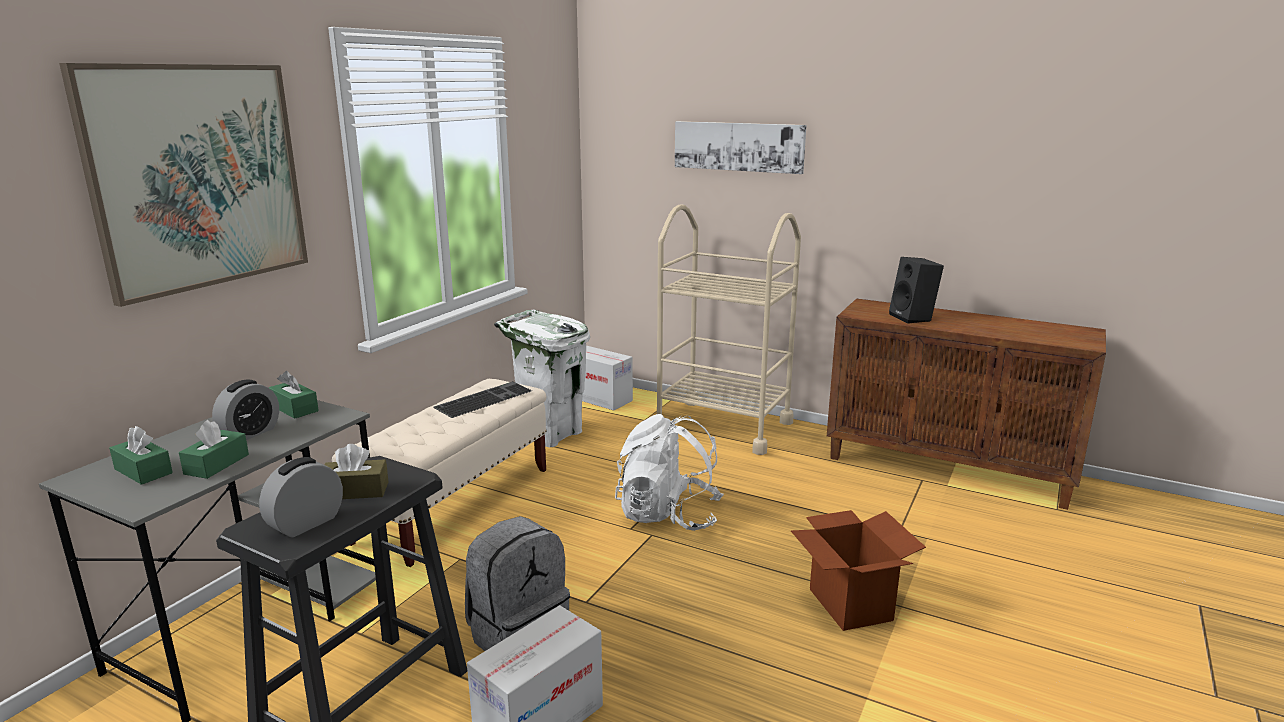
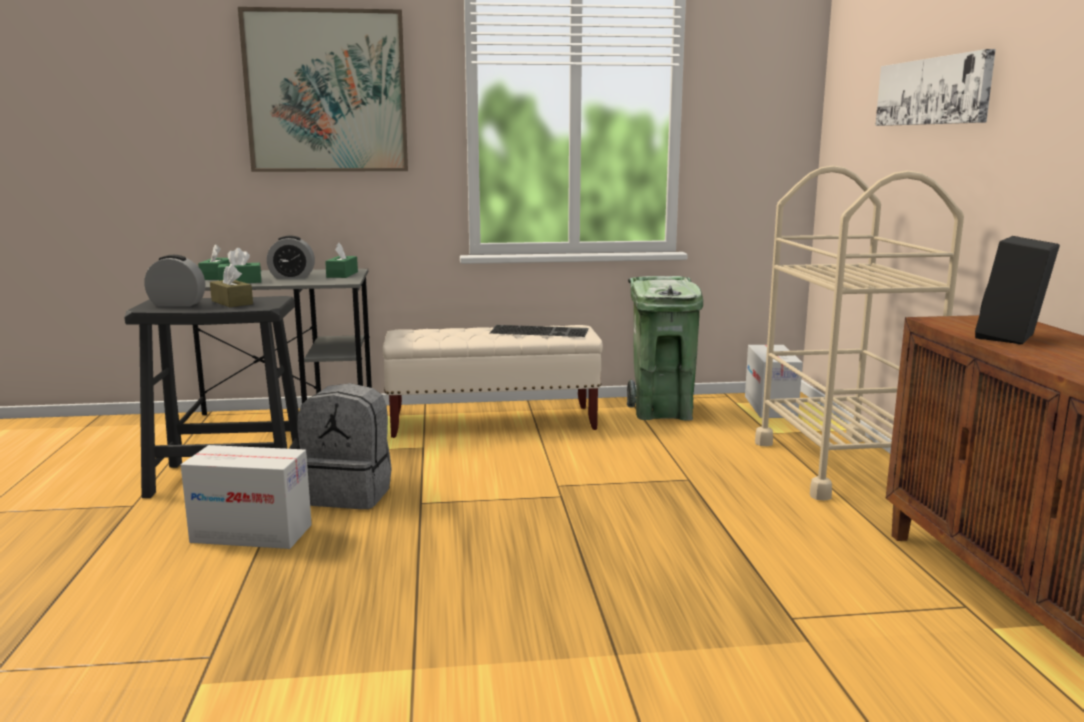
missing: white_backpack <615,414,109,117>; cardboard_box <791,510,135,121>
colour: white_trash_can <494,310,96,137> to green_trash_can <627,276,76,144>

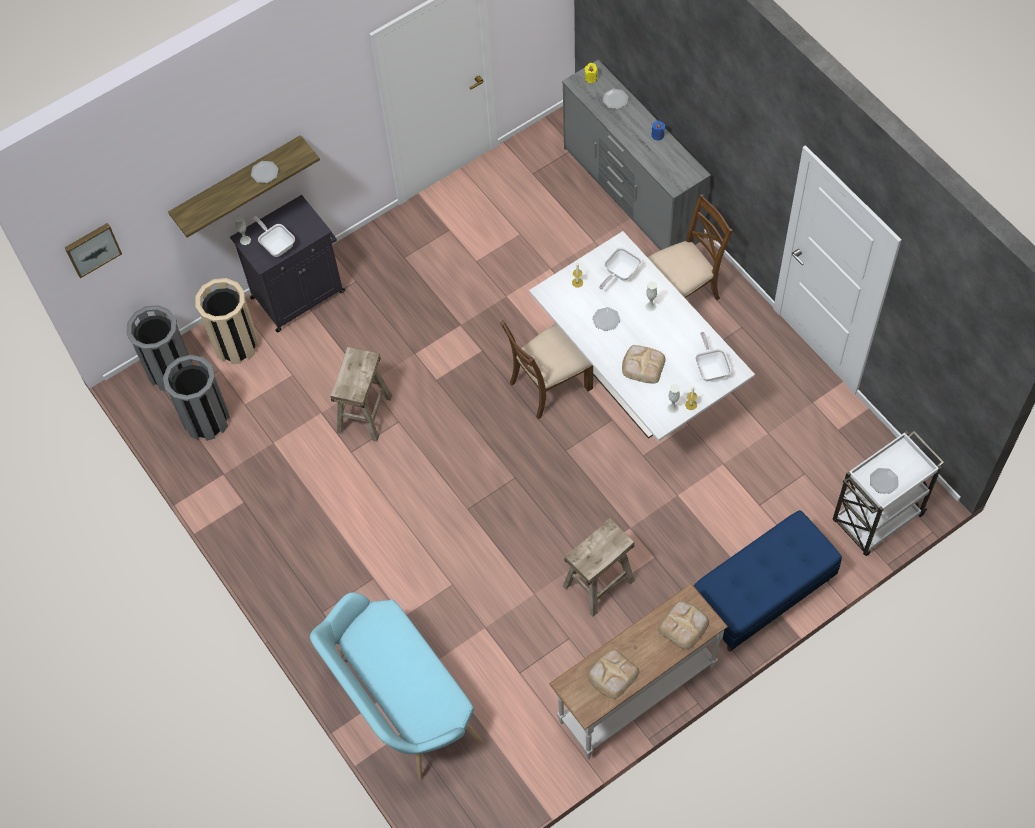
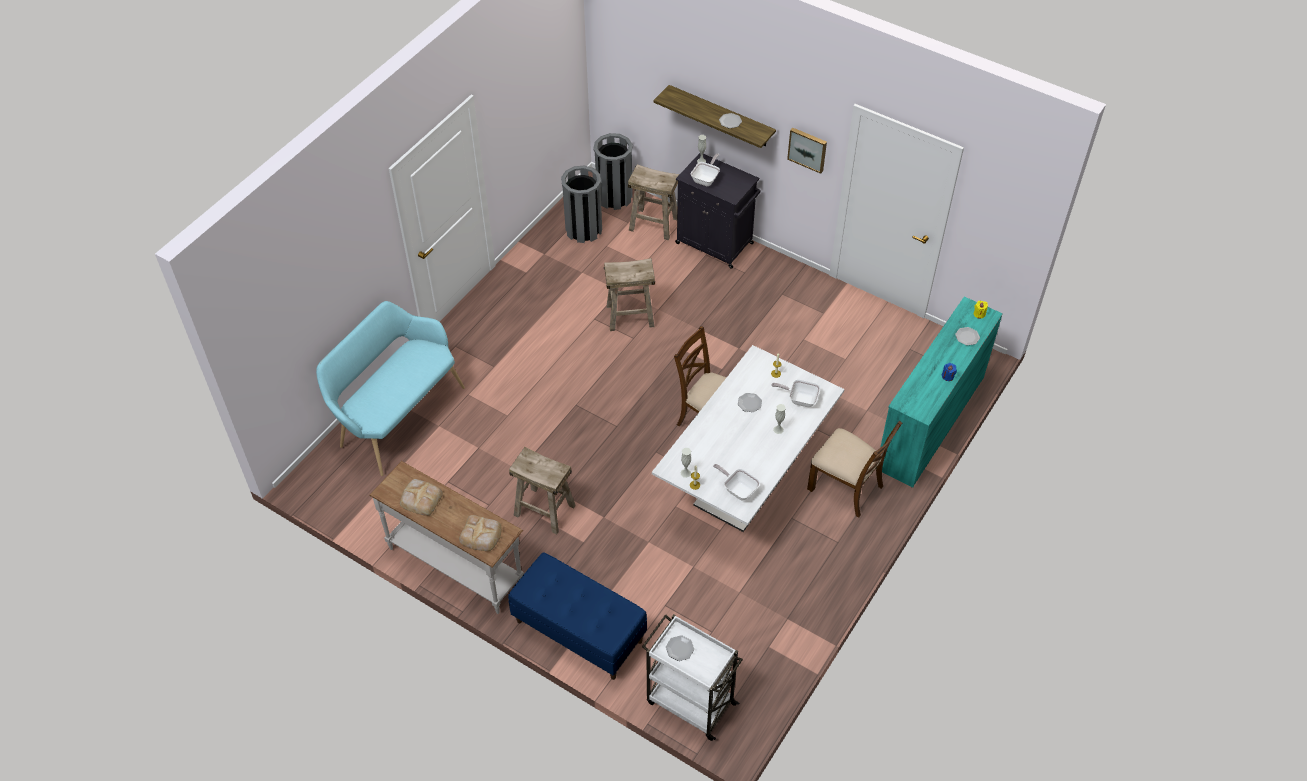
missing: bread <622,345,44,39>
relocated: picture <64,223,58,55> to <787,128,40,46>
exchanged: beige_trash_can <196,278,63,86> to beige_stool <628,164,51,76>
colour: grey_dresser <562,60,149,190> to turquoise_dresser <880,297,123,190>
spun: frying_pan <695,332,36,49> = <713,464,47,37> 105 degrees counterclockwise

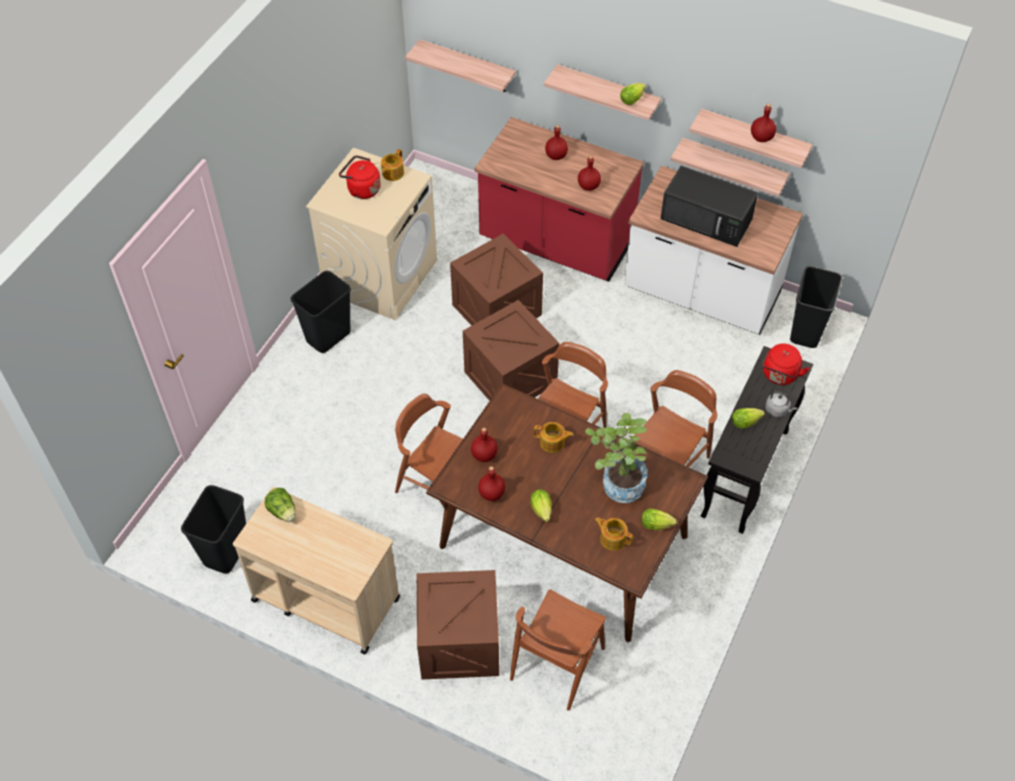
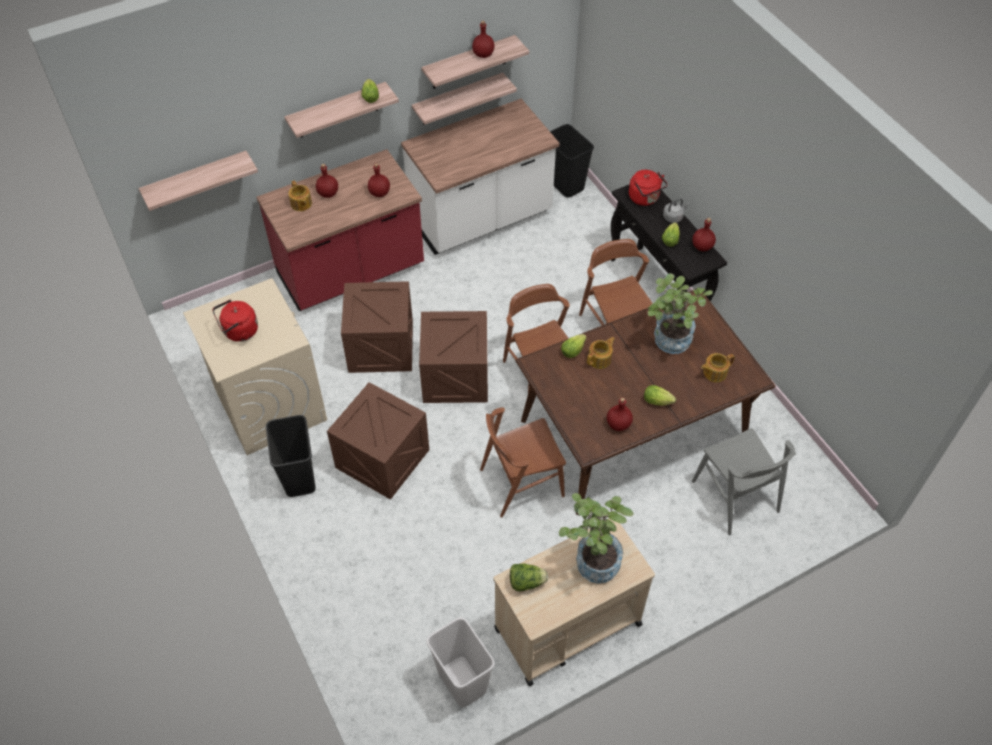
missing: black_microwave <661,166,97,81>
appeared: potted_plant <559,493,75,90>
relocated: teapot <381,149,23,32> to <288,180,24,31>; crate <417,570,82,110> to <327,382,102,118>; red_bottle <471,428,27,34> to <692,218,24,33>; lettuce <642,509,35,21> to <561,334,26,24>
colour: black_trash_can <181,485,65,88> to white_trash_can <427,617,68,90>; brown_chair <510,589,96,122> to grey_chair <692,428,104,107>

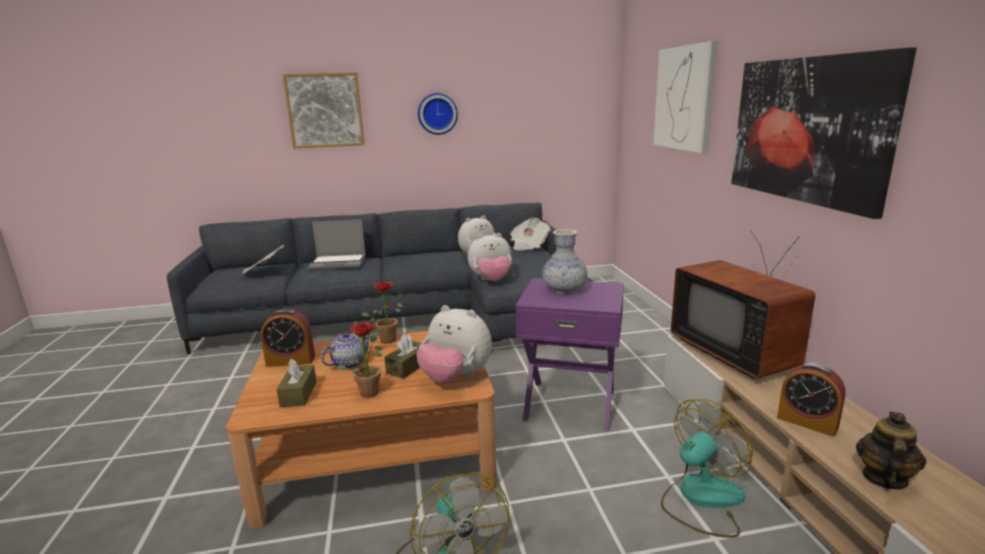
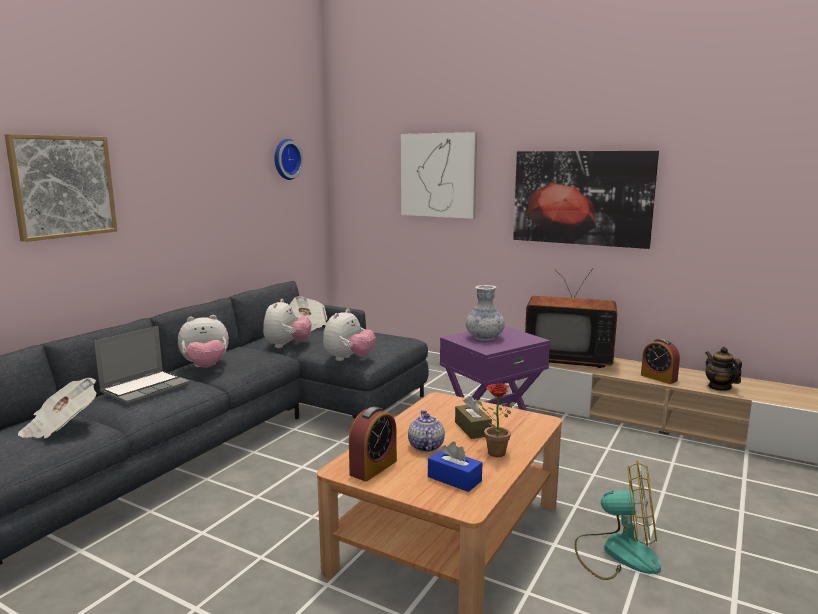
missing: potted_plant <361,282,42,62>; fan <661,399,92,139>
relocated: plush_toy <417,305,75,78> to <178,315,51,53>; wall_clock <418,93,40,42> to <274,139,29,41>
colour: brown_tissue_box <276,359,41,48> to blue_tissue_box <428,442,54,50>
spun: alarm_clock <777,363,68,74> = <641,338,39,46> 60 degrees clockwise

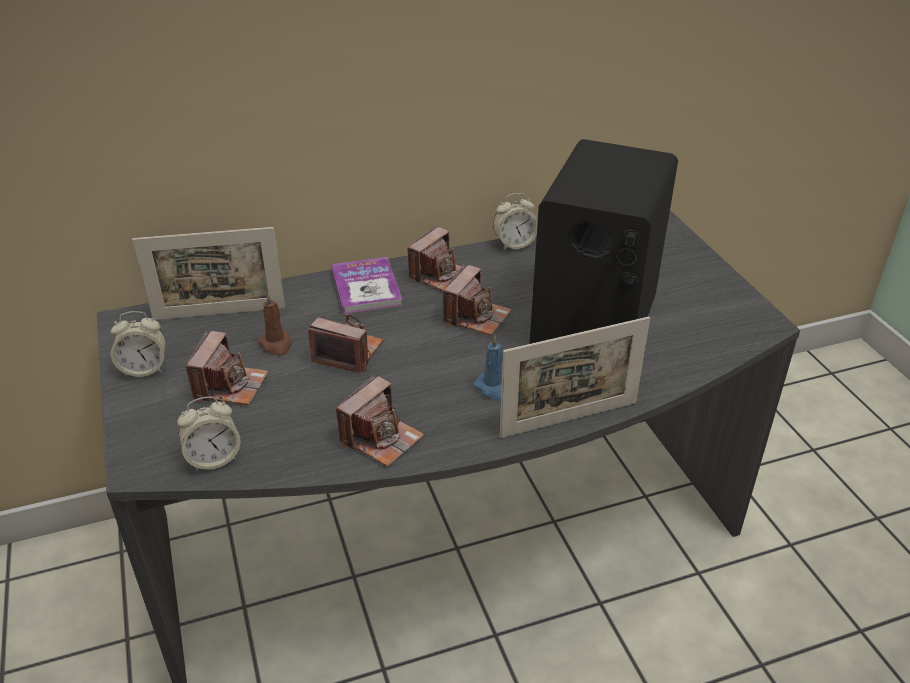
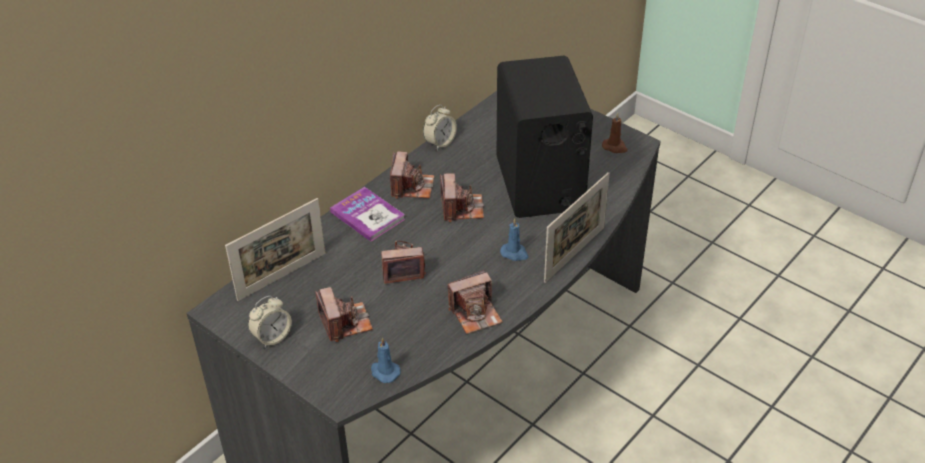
relocated: brown_candle <258,293,34,63> to <602,113,26,40>
exchanged: alarm_clock <177,397,64,74> to blue_candle <371,337,30,46>
spun: photo_camera <336,375,88,92> = <448,270,55,64> 60 degrees clockwise

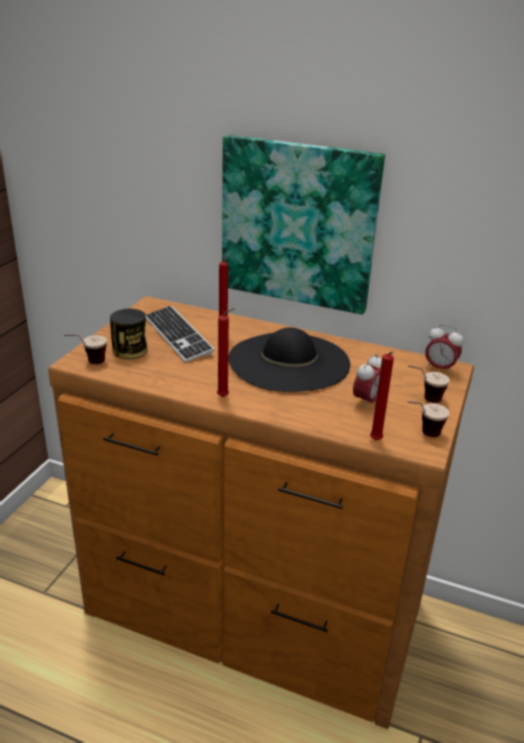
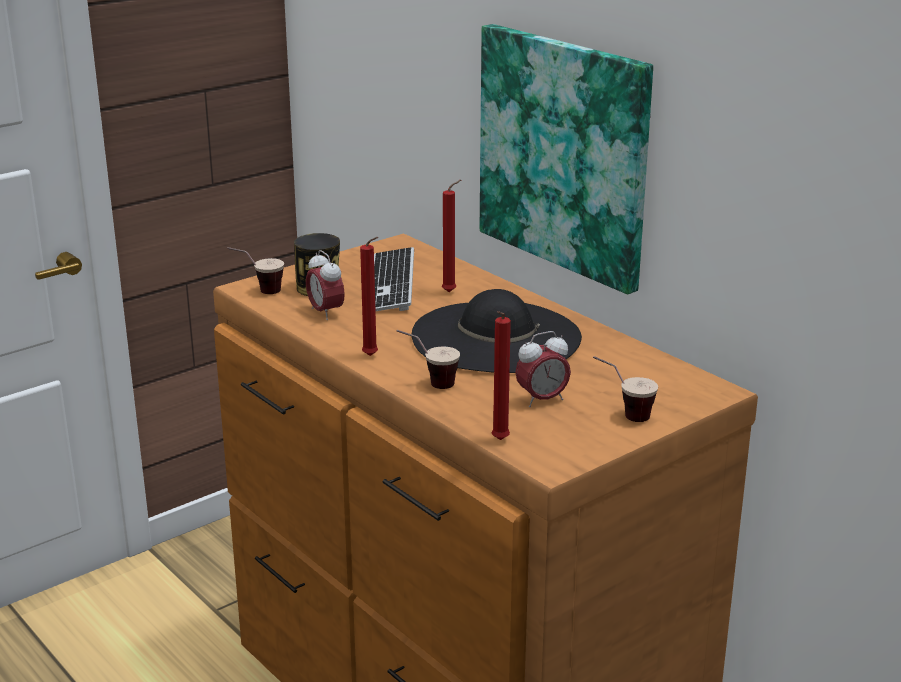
relocated: cup <407,401,42,36> to <397,330,63,59>; alarm_clock <425,324,38,51> to <306,250,39,70>

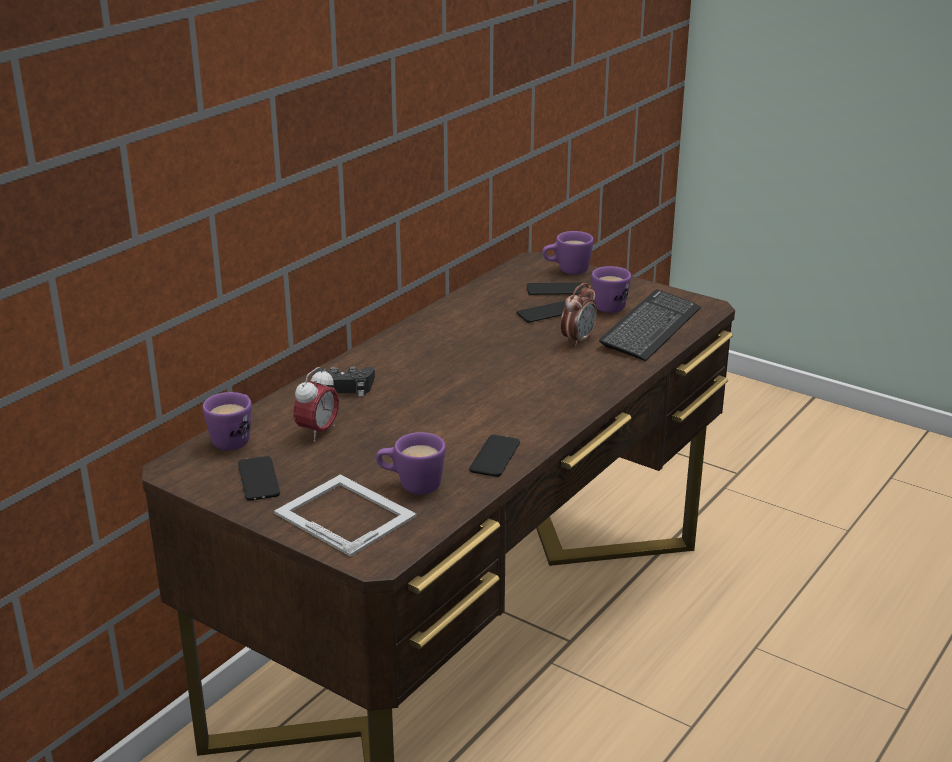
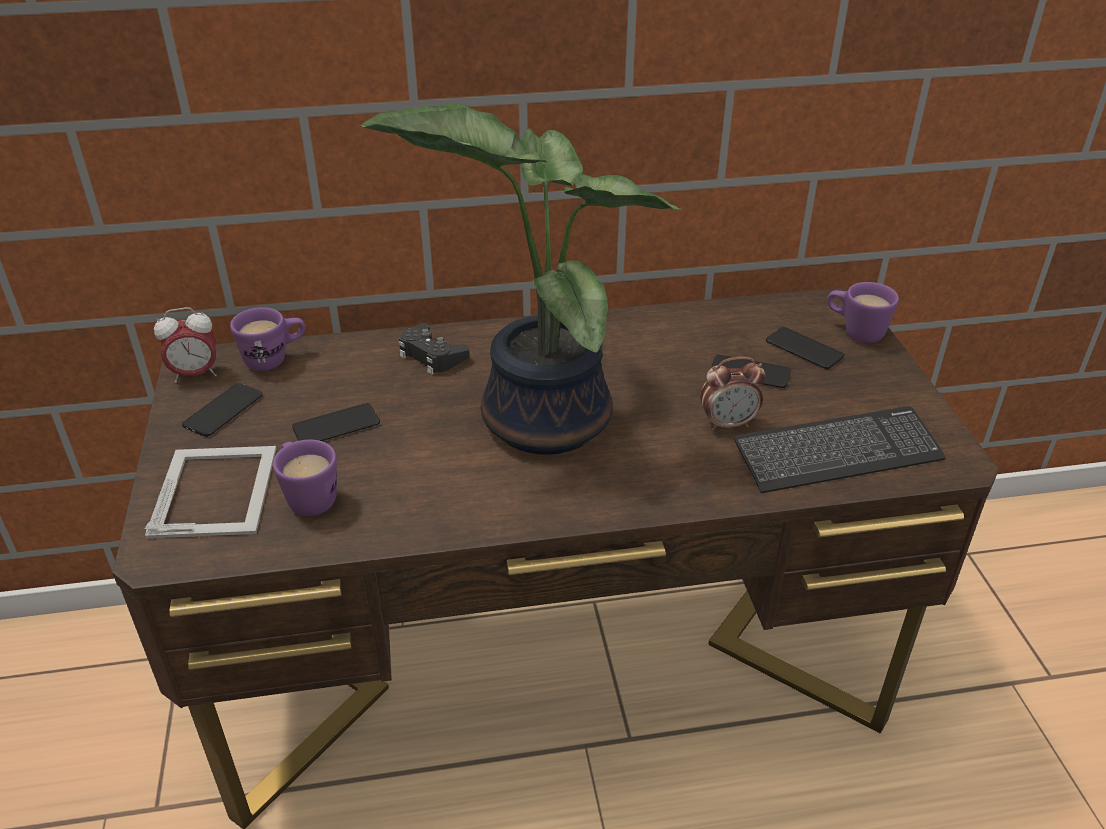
missing: purple_mug <592,266,39,47>
appeared: potted_plant <361,104,320,351>
relocated: alarm_clock <293,367,46,75> to <154,307,62,76>; phone <469,435,51,42> to <292,403,88,38>

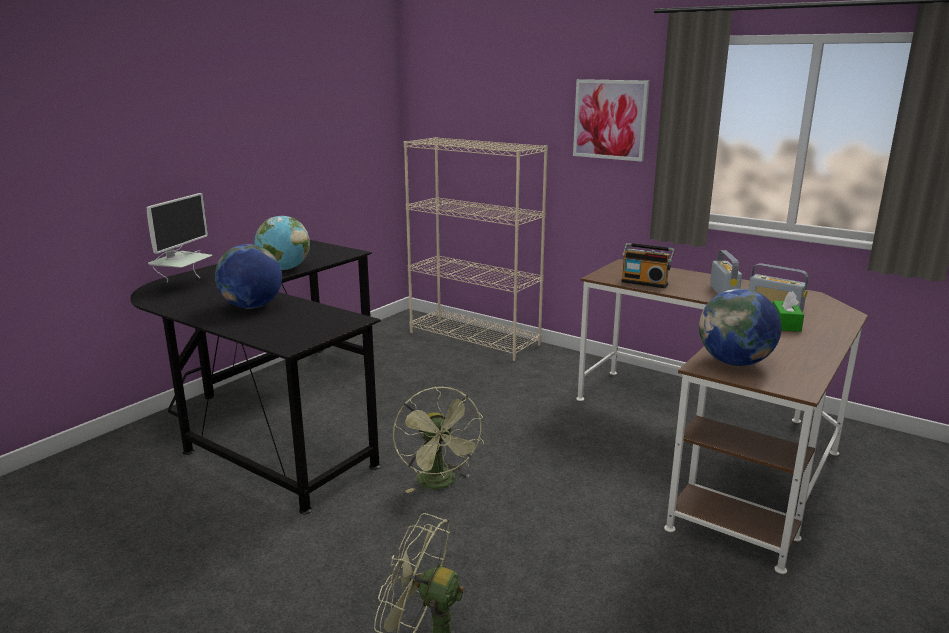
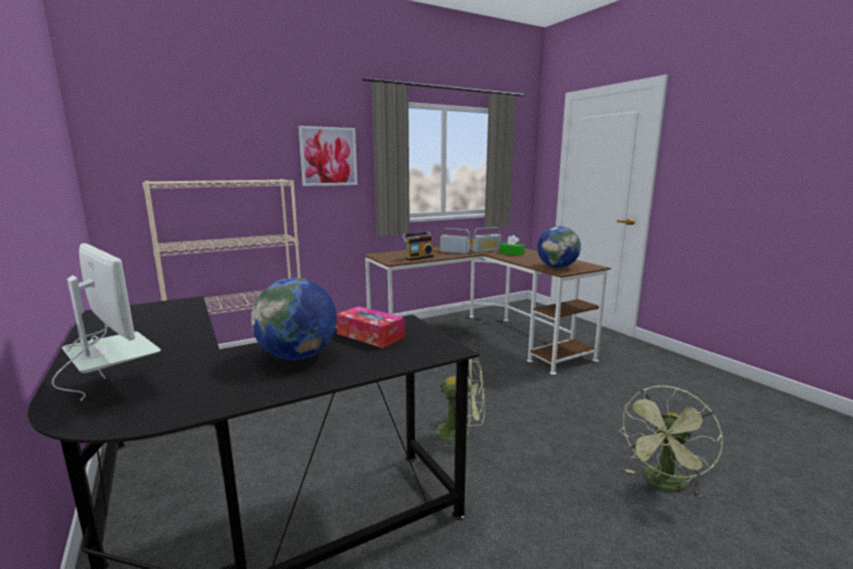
missing: globe <255,216,55,54>
appeared: tissue_box <336,306,69,42>

